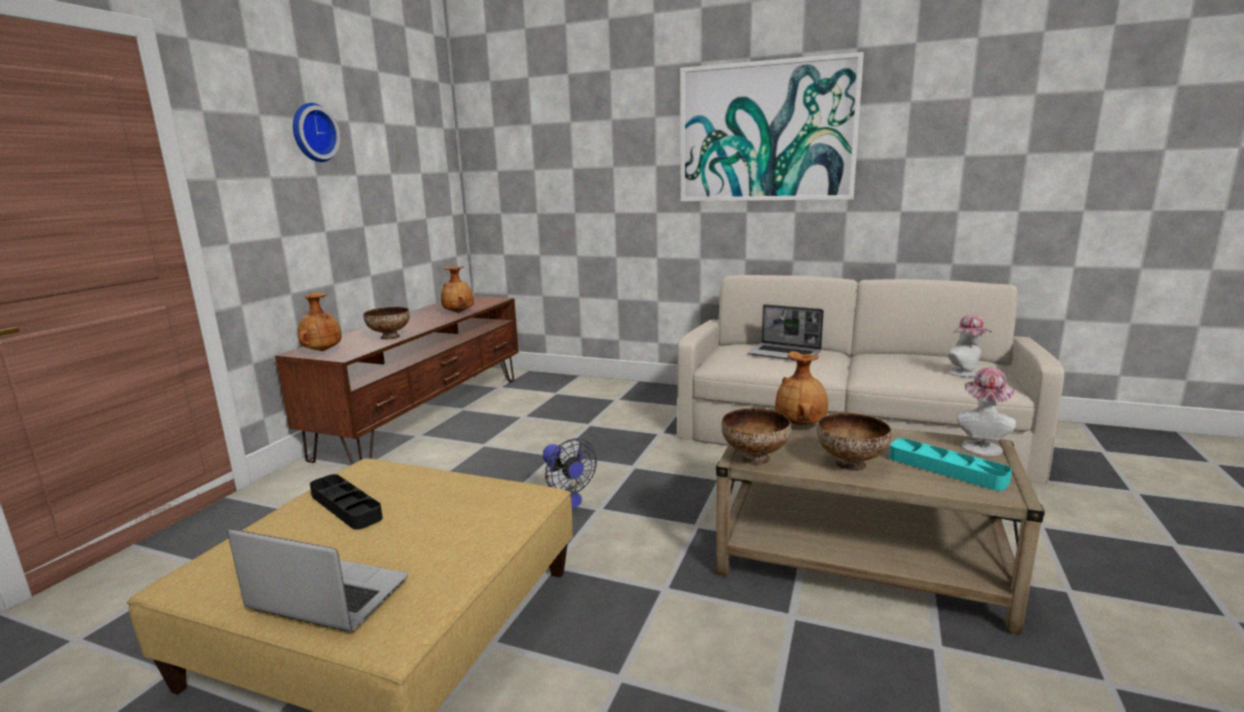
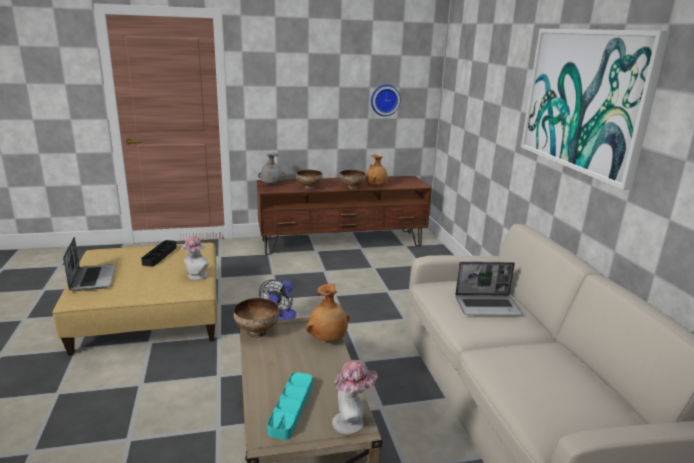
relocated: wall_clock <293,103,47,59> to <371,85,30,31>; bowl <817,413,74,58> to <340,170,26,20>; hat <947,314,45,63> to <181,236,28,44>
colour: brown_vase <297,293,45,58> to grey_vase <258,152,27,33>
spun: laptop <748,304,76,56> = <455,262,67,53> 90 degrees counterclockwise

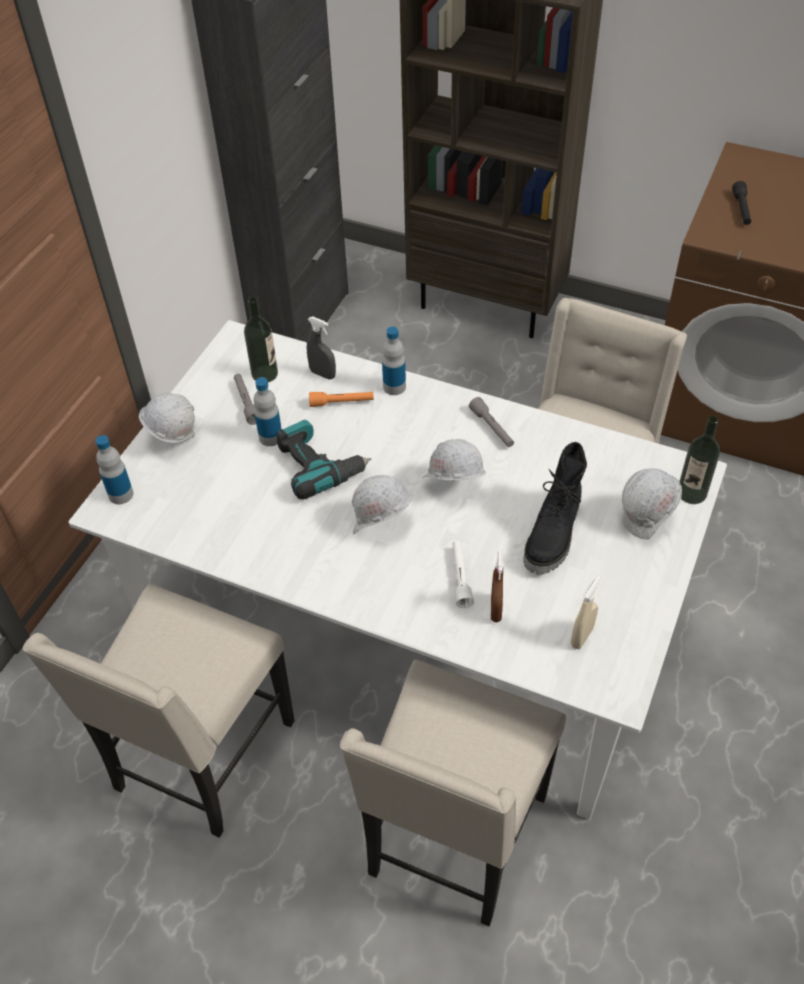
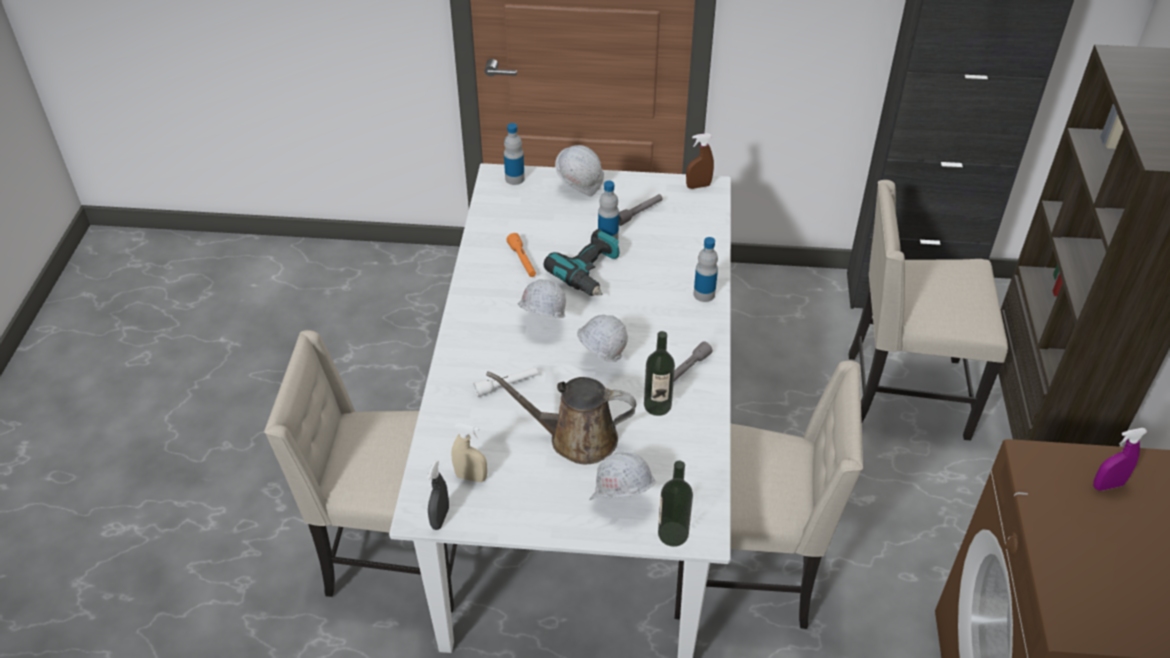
relocated: beige_chair <23,584,272,254> to <848,180,160,260>; bottle <244,297,34,86> to <644,331,31,85>; grey_spray_bottle <307,317,29,62> to <426,460,23,70>; orange_flashlight <309,392,65,15> to <507,233,29,44>; brown_spray_bottle <491,550,13,72> to <686,133,28,56>
exchanged: black_boot <523,442,64,132> to brown_watering_can <486,371,150,93>; black_flashlight <732,181,19,44> to purple_spray_bottle <1093,428,54,63>

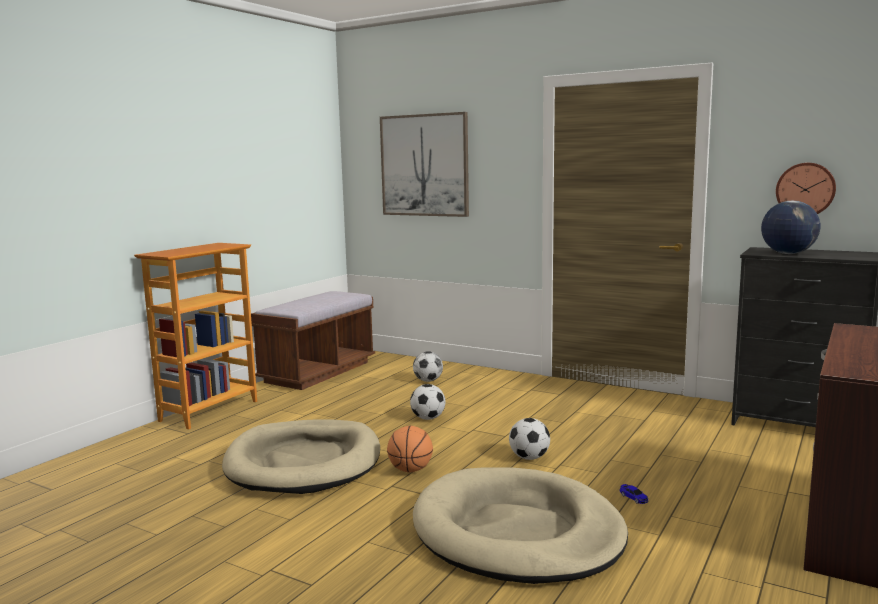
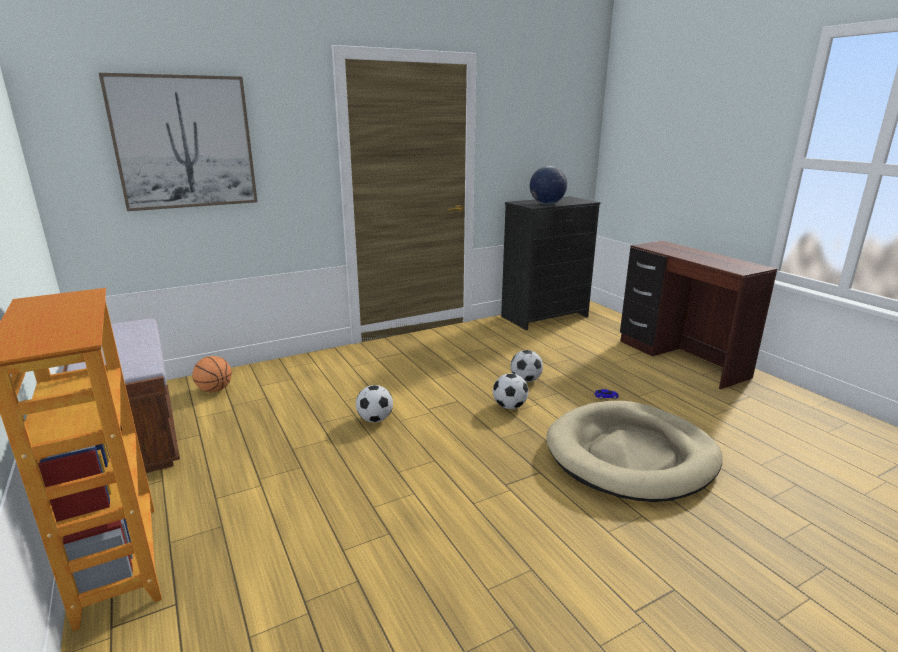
missing: beige_dog_bed <222,419,158,75>; wall_clock <776,163,60,51>
relocated: basketball <387,426,46,47> to <192,356,40,36>; football <413,351,30,31> to <511,350,32,32>

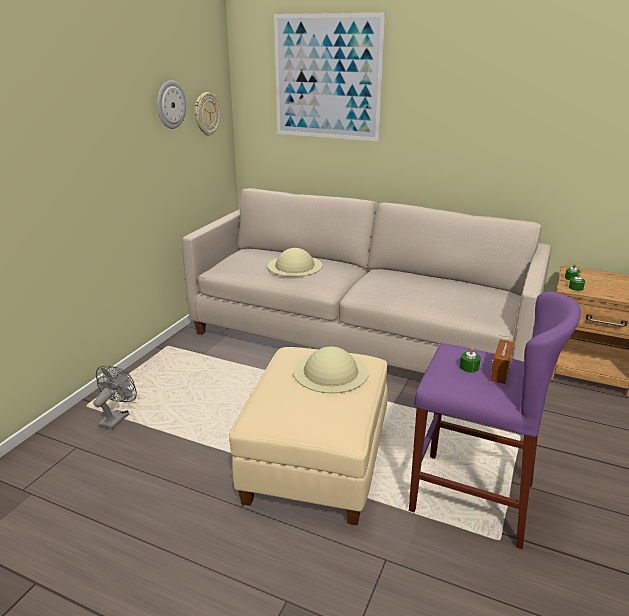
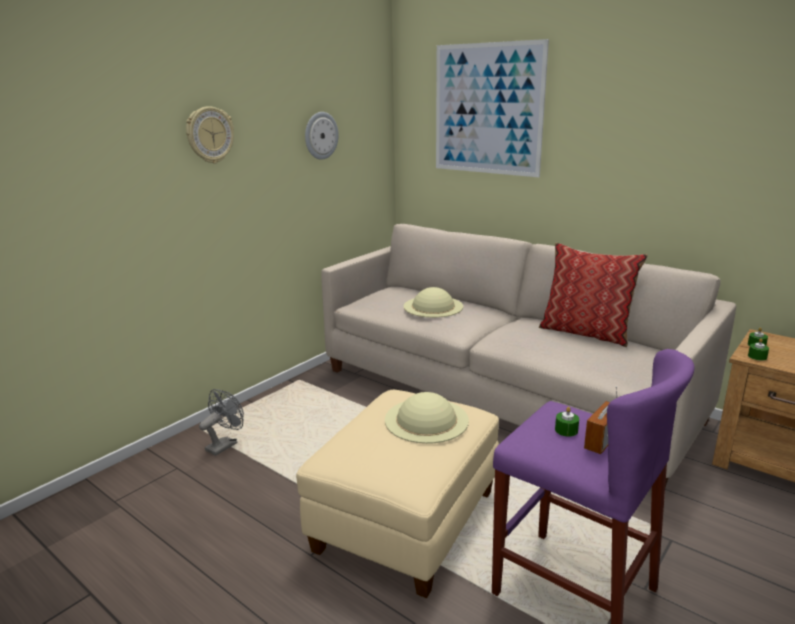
appeared: pillow <538,243,110,104>
relocated: wall_clock <195,92,25,44> to <186,106,48,58>

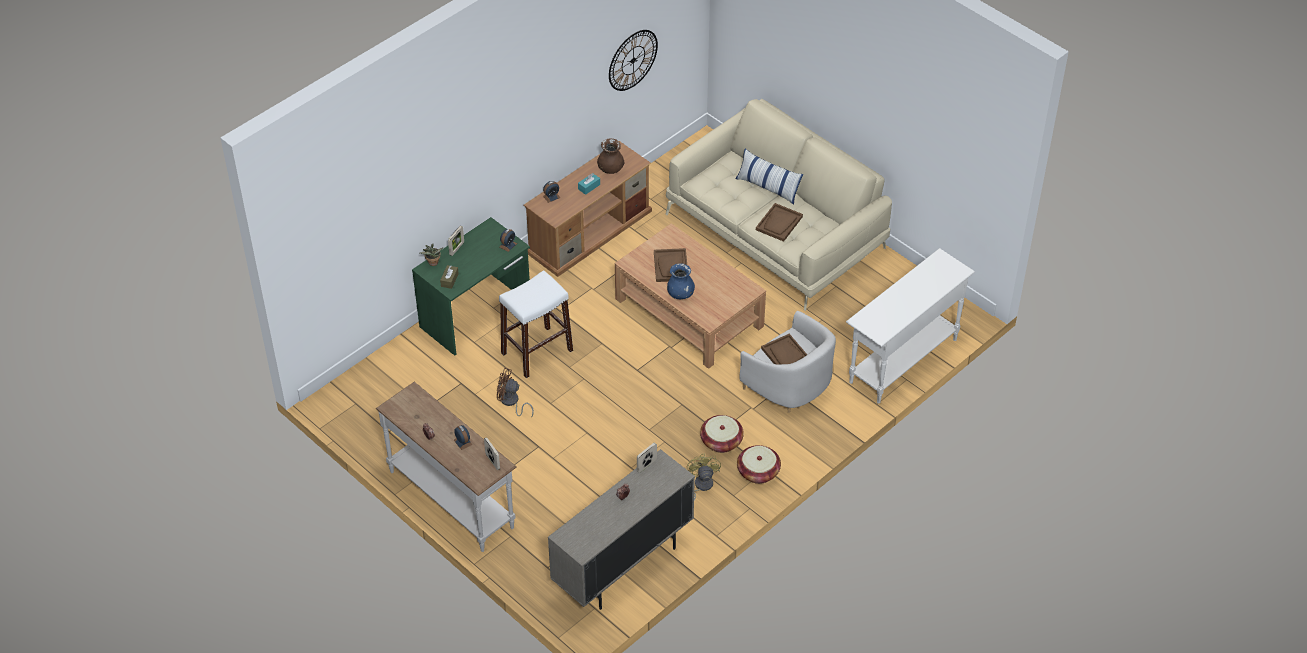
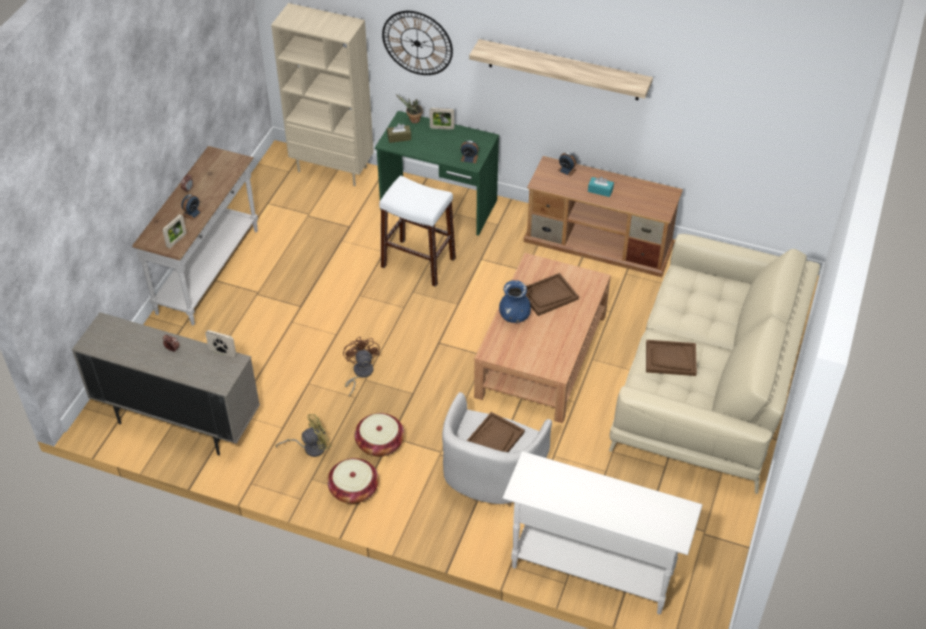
missing: brown_vase <597,138,27,36>; pillow <736,148,67,57>
appeared: beige_bookcase <271,3,103,183>; shelf <469,39,184,61>
relocated: brown_fan <497,368,37,49> to <343,337,37,60>; wall_clock <609,30,49,61> to <382,11,71,64>

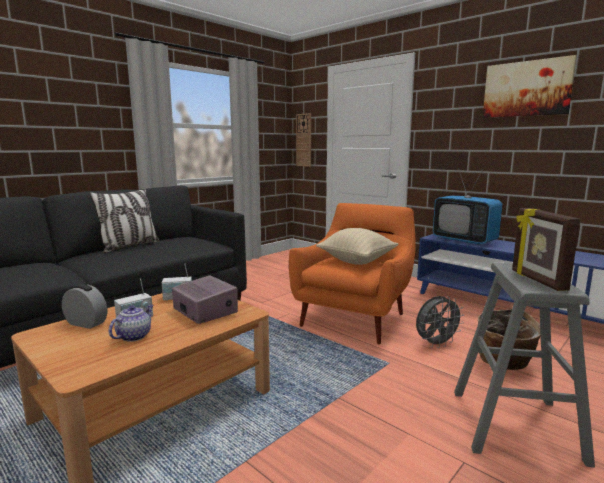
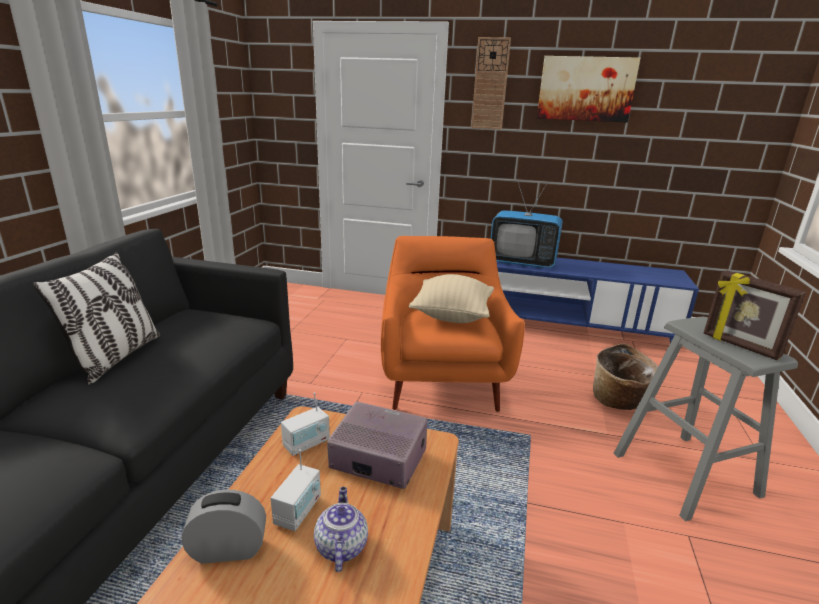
missing: grey_fan <416,296,48,52>
relocated: wall_clock <296,113,15,53> to <471,37,40,93>

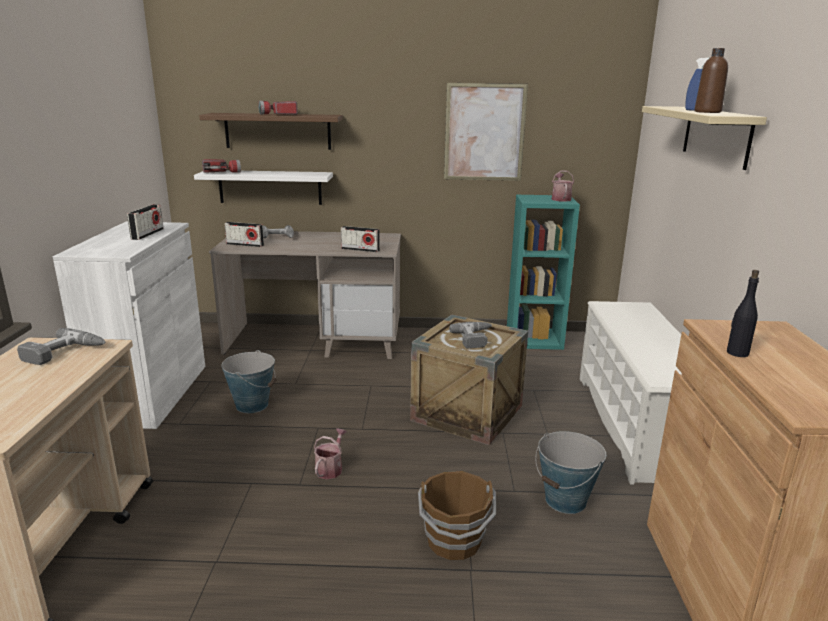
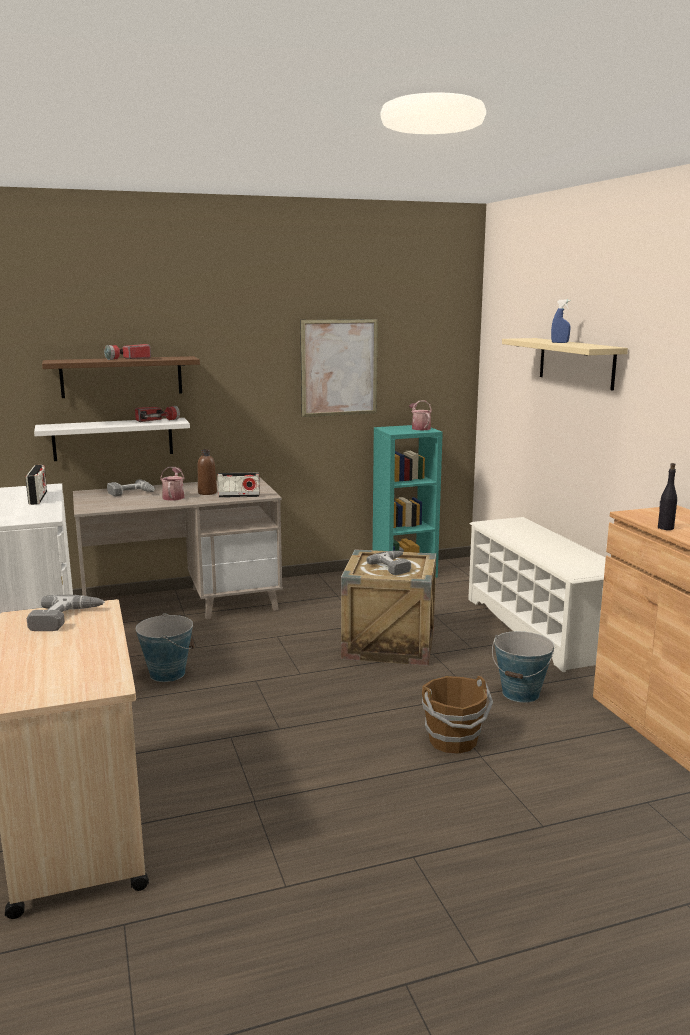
missing: radio <225,222,39,25>
relocated: flashlight <202,159,39,14> to <135,406,45,16>; watering_can <314,428,33,51> to <160,467,25,34>; brown_bottle <694,48,34,65> to <198,449,19,46>

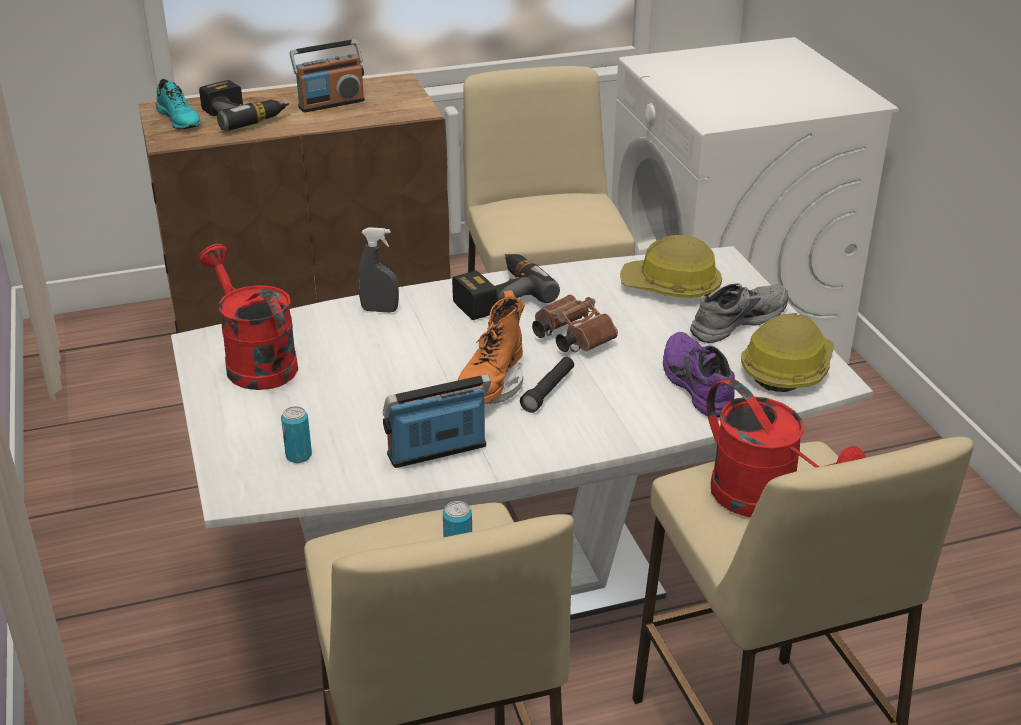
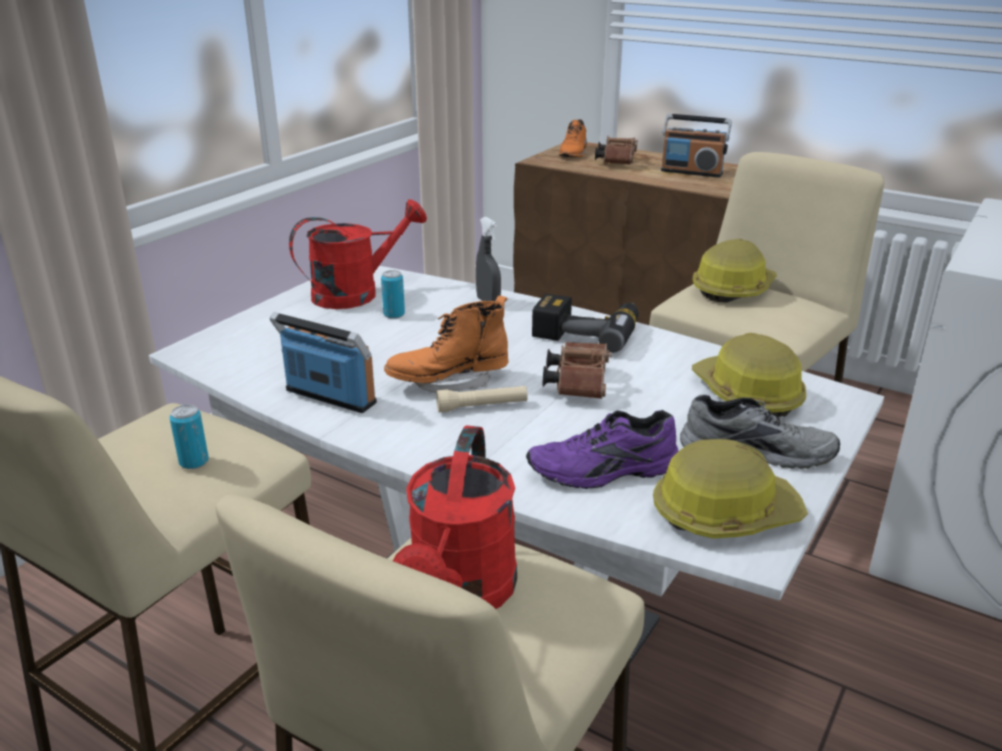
appeared: hard_hat <692,239,85,64>
relocated: can <281,406,31,57> to <381,270,24,49>
exchanged: power_drill <199,80,90,51> to brown_binoculars <595,136,43,29>
colour: turquoise_shoe <156,79,45,50> to orange_shoe <559,119,28,38>; black_flashlight <520,357,54,56> to beige_flashlight <436,386,92,26>
spun: red_watering_can <198,244,100,146> = <289,200,138,109> 45 degrees clockwise; purple_shoe <663,332,72,85> = <526,410,152,79> 135 degrees counterclockwise

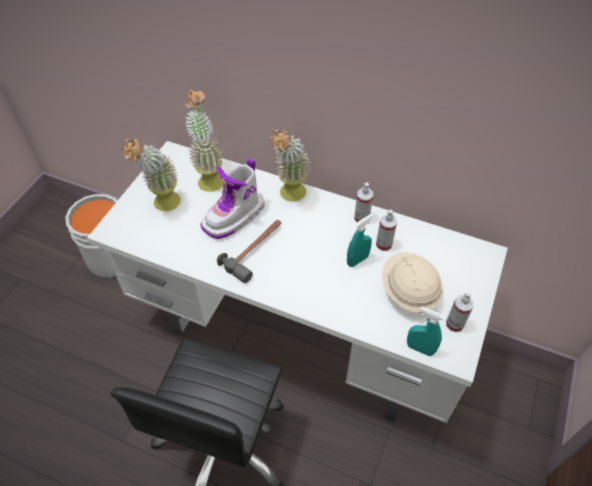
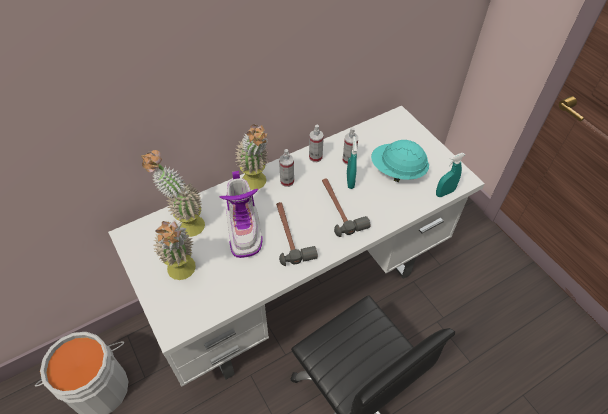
appeared: hammer <322,178,48,59>
relocated: spray_bottle <446,292,28,40> to <279,149,15,38>
colour: beige_hard_hat <382,252,61,61> to turquoise_hard_hat <371,140,58,42>

